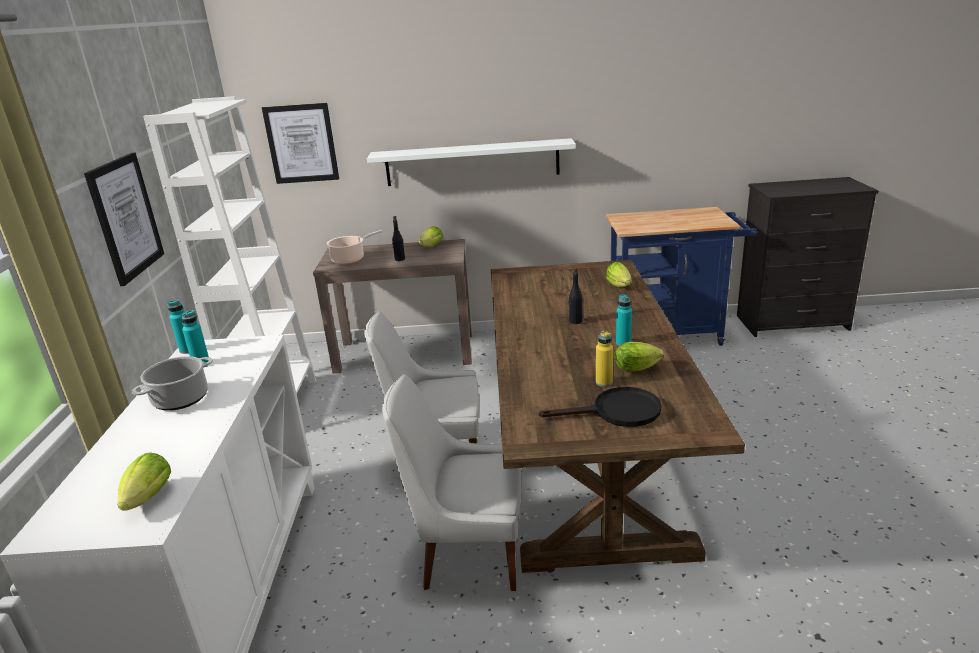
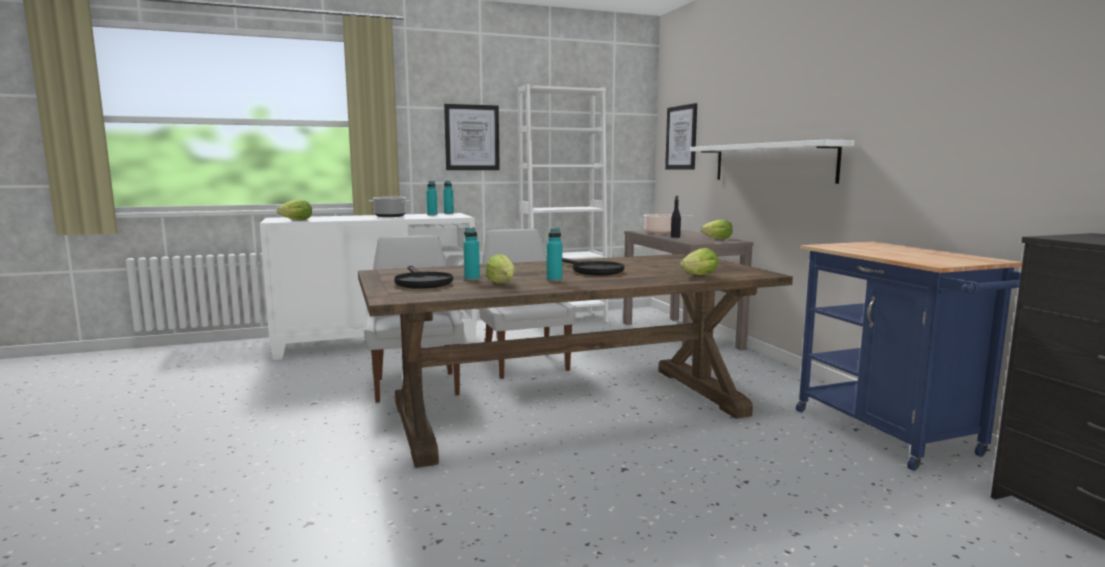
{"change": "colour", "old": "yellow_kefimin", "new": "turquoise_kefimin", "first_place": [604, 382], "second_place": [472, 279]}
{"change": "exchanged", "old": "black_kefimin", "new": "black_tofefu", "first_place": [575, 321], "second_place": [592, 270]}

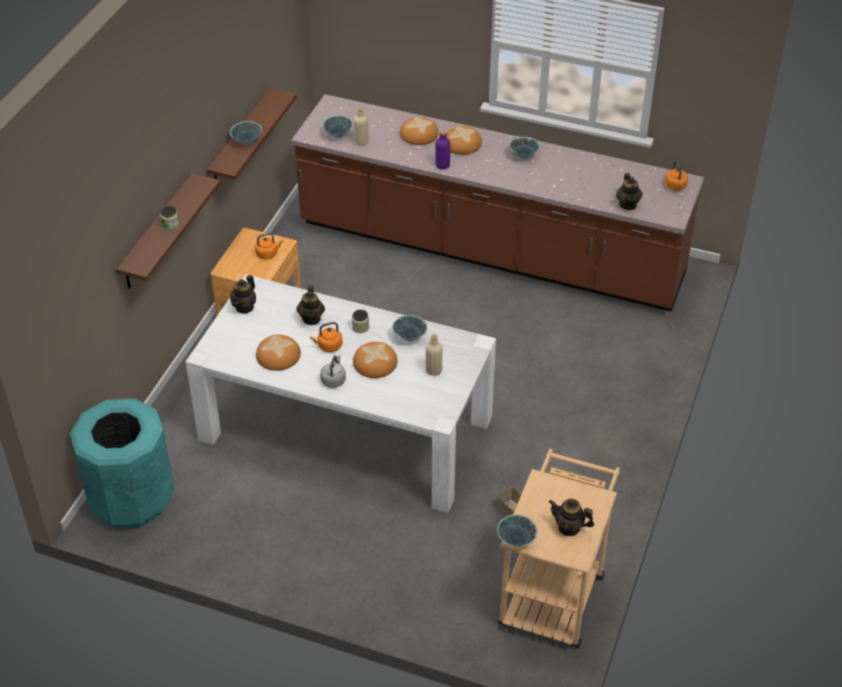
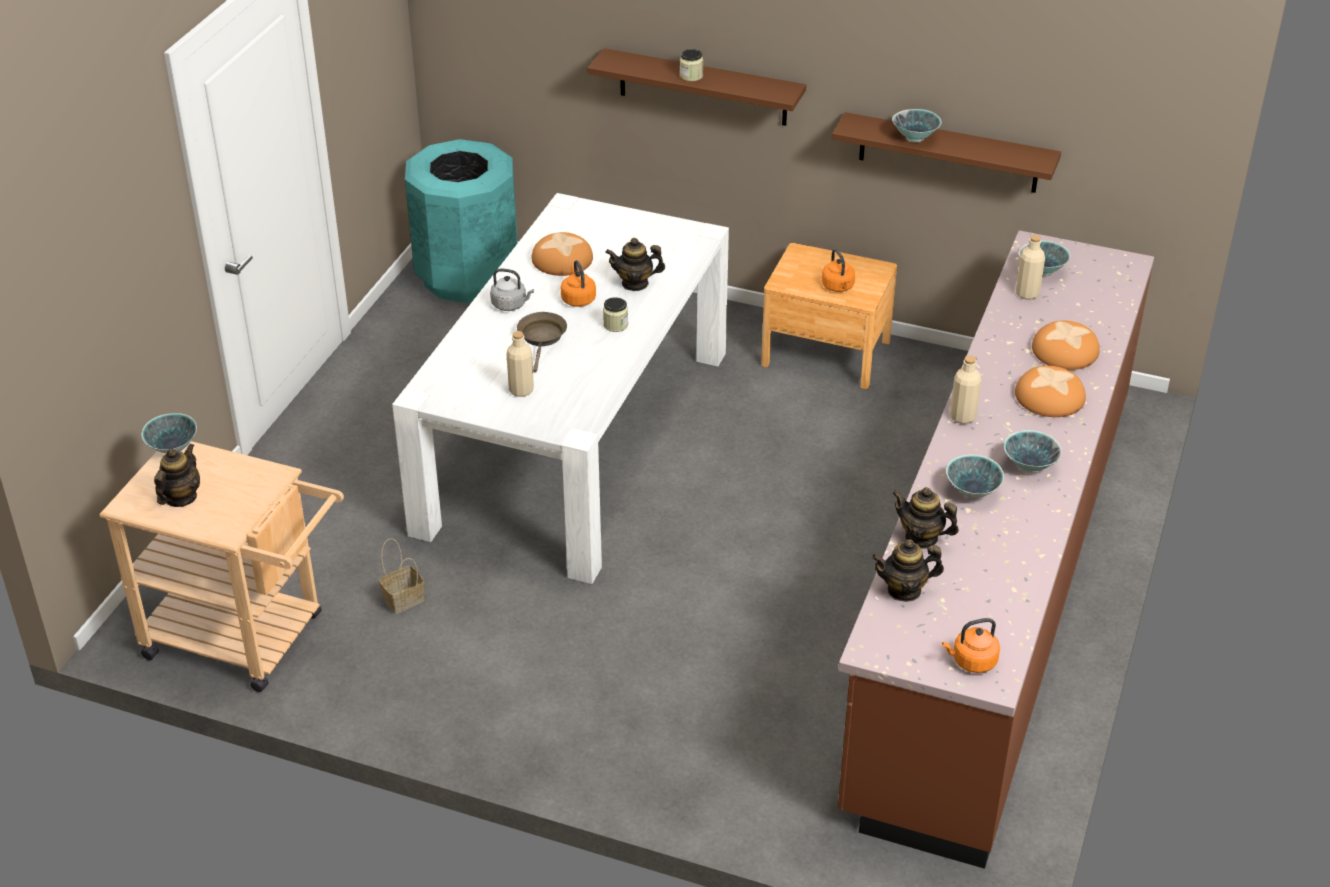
{"change": "exchanged", "old": "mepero", "new": "brown_tofefu", "first_place": [374, 362], "second_place": [542, 338]}
{"change": "relocated", "old": "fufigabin", "first_place": [244, 307], "second_place": [921, 538]}
{"change": "relocated", "old": "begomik", "first_place": [409, 337], "second_place": [972, 491]}
{"change": "appeared", "new": "beige_kefimin", "second_place": [962, 417]}
{"change": "missing", "old": "purple_kefimin", "first_place": [442, 165]}

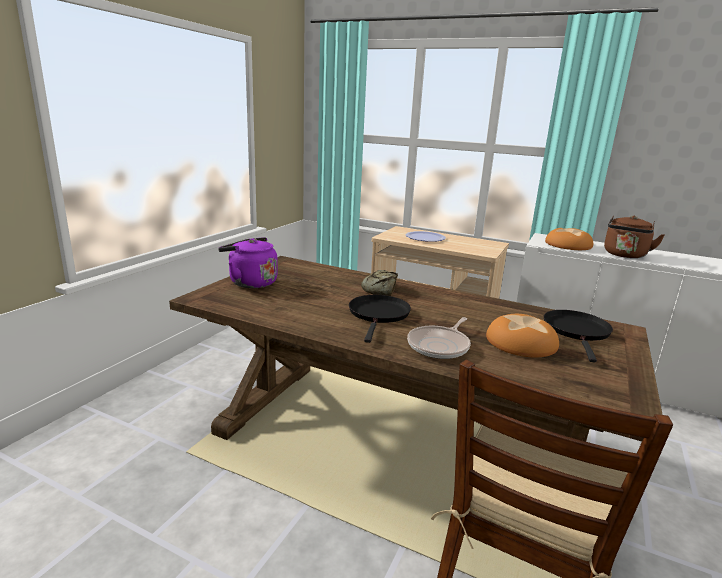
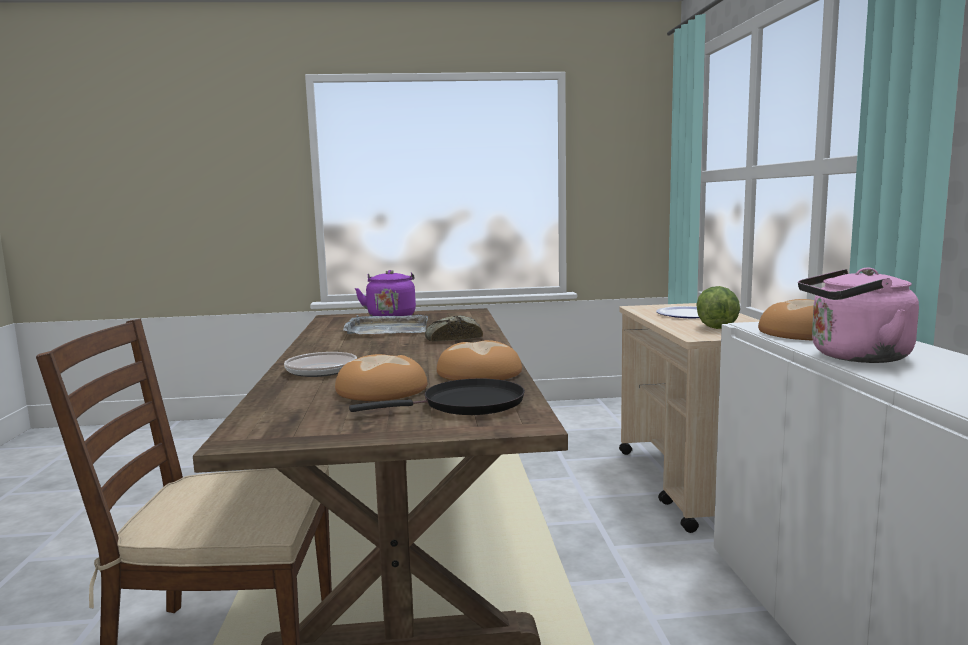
{"change": "appeared", "new": "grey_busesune", "second_place": [386, 329]}
{"change": "appeared", "new": "mepero", "second_place": [480, 373]}
{"change": "appeared", "new": "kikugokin", "second_place": [716, 327]}
{"change": "colour", "old": "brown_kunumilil", "new": "pink_kunumilil", "first_place": [625, 255], "second_place": [854, 357]}
{"change": "missing", "old": "black_tofefu", "first_place": [379, 315]}

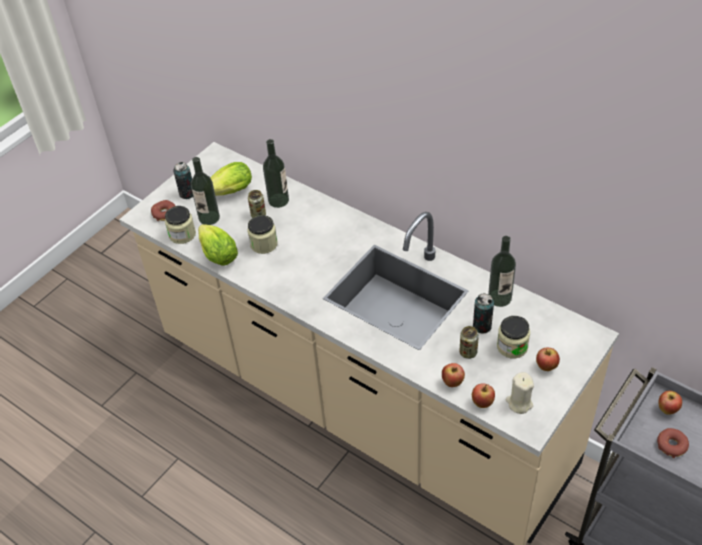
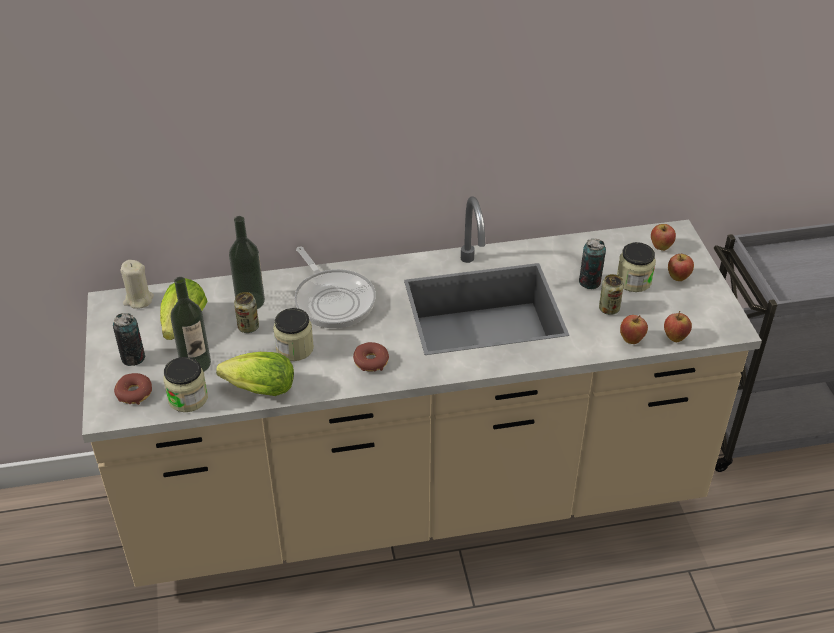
{"change": "relocated", "old": "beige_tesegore", "first_place": [519, 403], "second_place": [138, 300]}
{"change": "appeared", "new": "tofefu", "second_place": [333, 300]}
{"change": "relocated", "old": "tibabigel", "first_place": [671, 445], "second_place": [371, 361]}
{"change": "relocated", "old": "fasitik", "first_place": [667, 410], "second_place": [661, 247]}
{"change": "missing", "old": "kefimin", "first_place": [499, 298]}

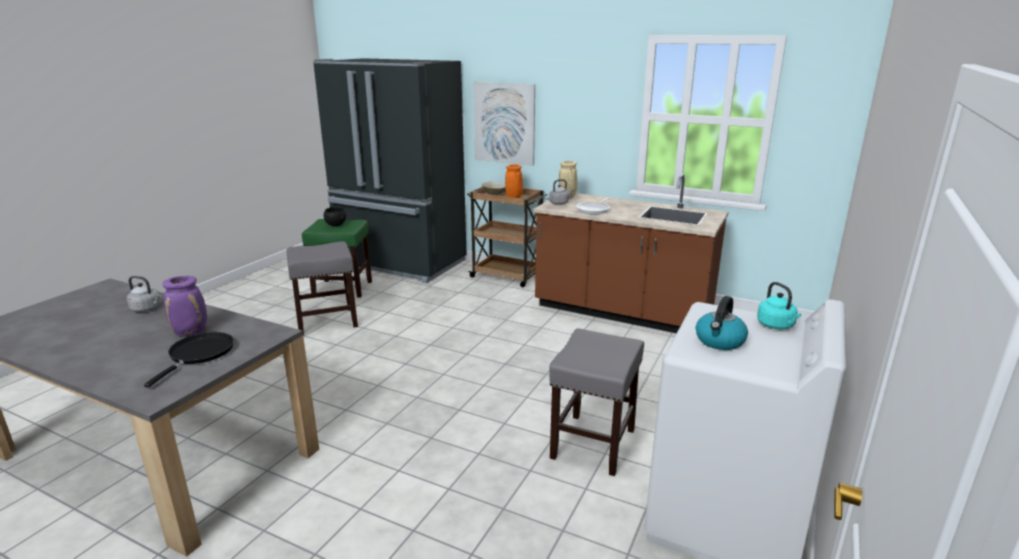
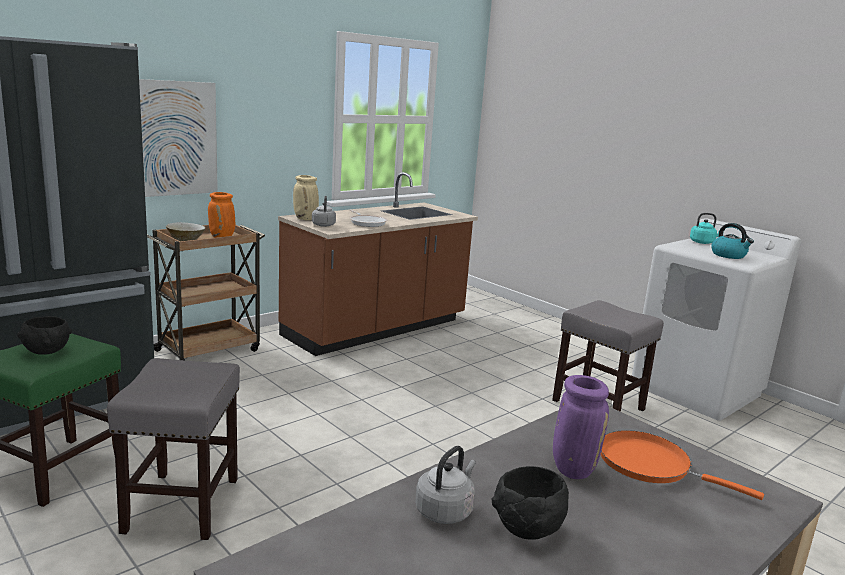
{"change": "appeared", "new": "black_begomik", "second_place": [528, 528]}
{"change": "colour", "old": "black_tofefu", "new": "orange_tofefu", "first_place": [199, 354], "second_place": [650, 465]}

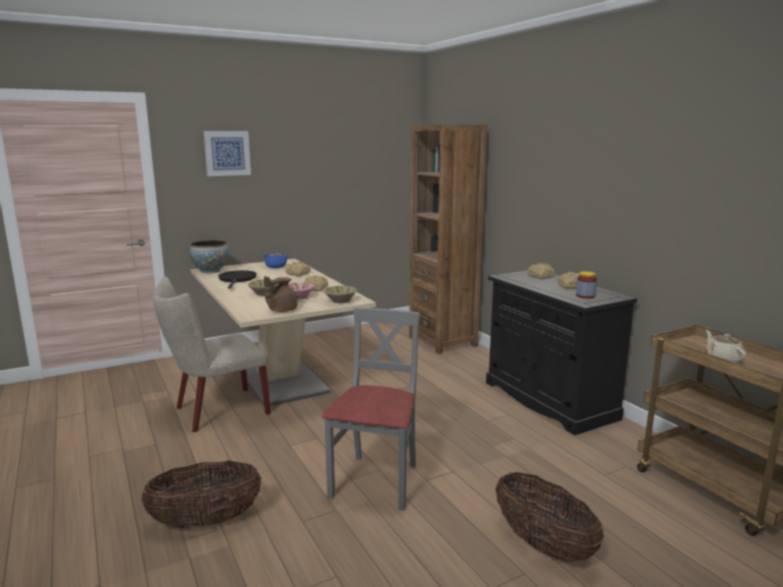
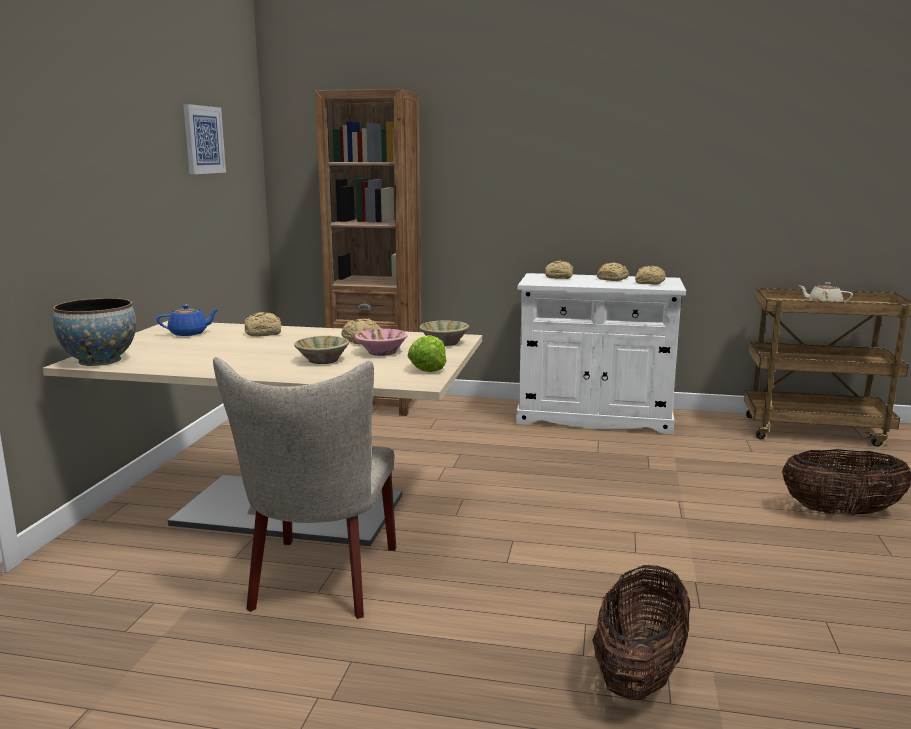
{"change": "relocated", "old": "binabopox", "first_place": [227, 153], "second_place": [203, 140]}
{"change": "exchanged", "old": "brown_fufigabin", "new": "kikugokin", "first_place": [281, 310], "second_place": [427, 368]}
{"change": "colour", "old": "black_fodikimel", "new": "white_fodikimel", "first_place": [548, 400], "second_place": [594, 417]}
{"change": "exchanged", "old": "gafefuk", "new": "mepero", "first_place": [585, 296], "second_place": [649, 283]}
{"change": "missing", "old": "black_tofefu", "first_place": [237, 279]}
{"change": "missing", "old": "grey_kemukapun", "first_place": [376, 481]}

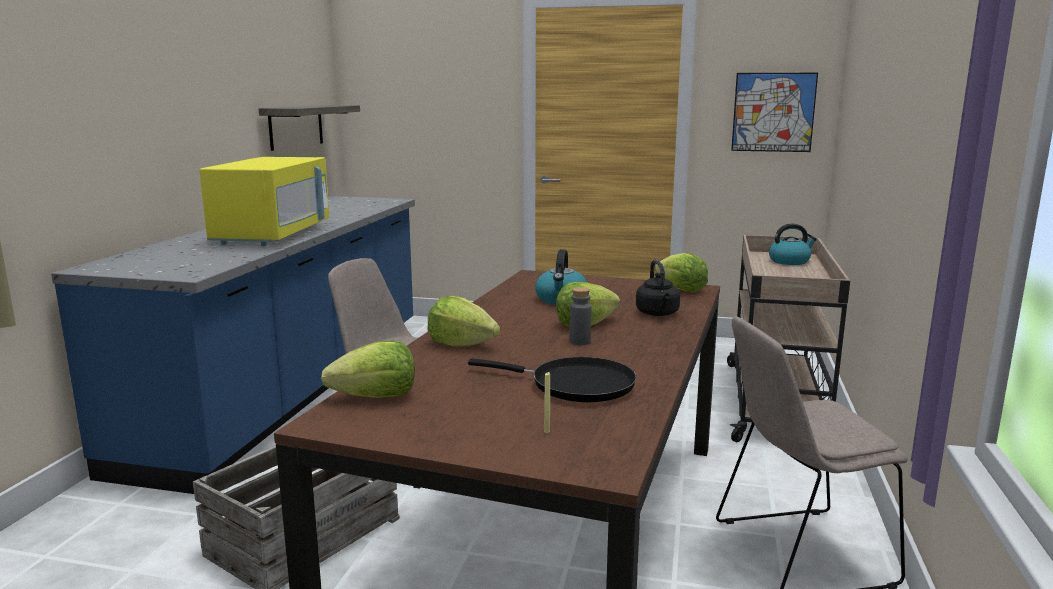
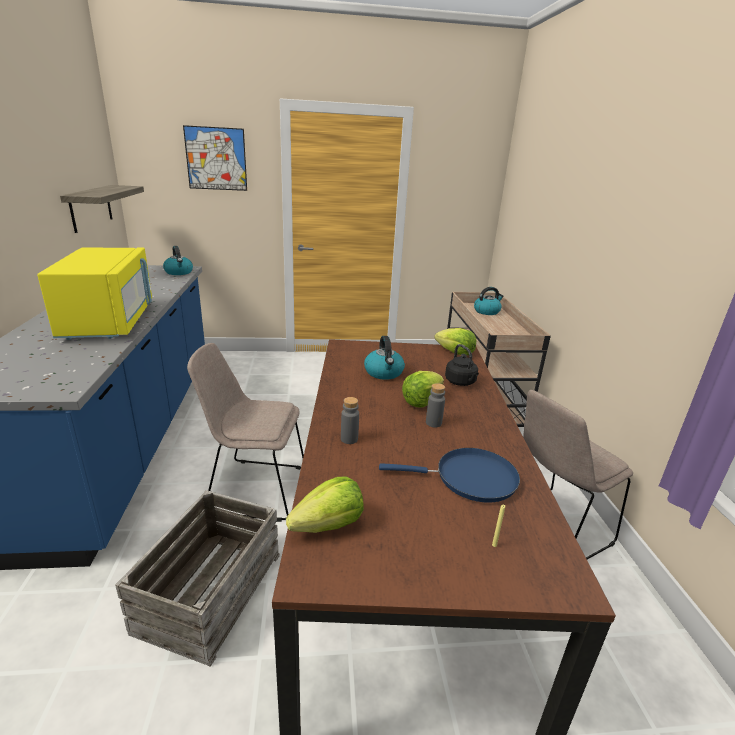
{"change": "appeared", "new": "kunumilil", "second_place": [179, 272]}
{"change": "relocated", "old": "binabopox", "first_place": [773, 112], "second_place": [216, 159]}
{"change": "exchanged", "old": "kikugokin", "new": "grey_kefimin", "first_place": [461, 344], "second_place": [349, 439]}
{"change": "colour", "old": "black_tofefu", "new": "blue_tofefu", "first_place": [575, 385], "second_place": [469, 478]}

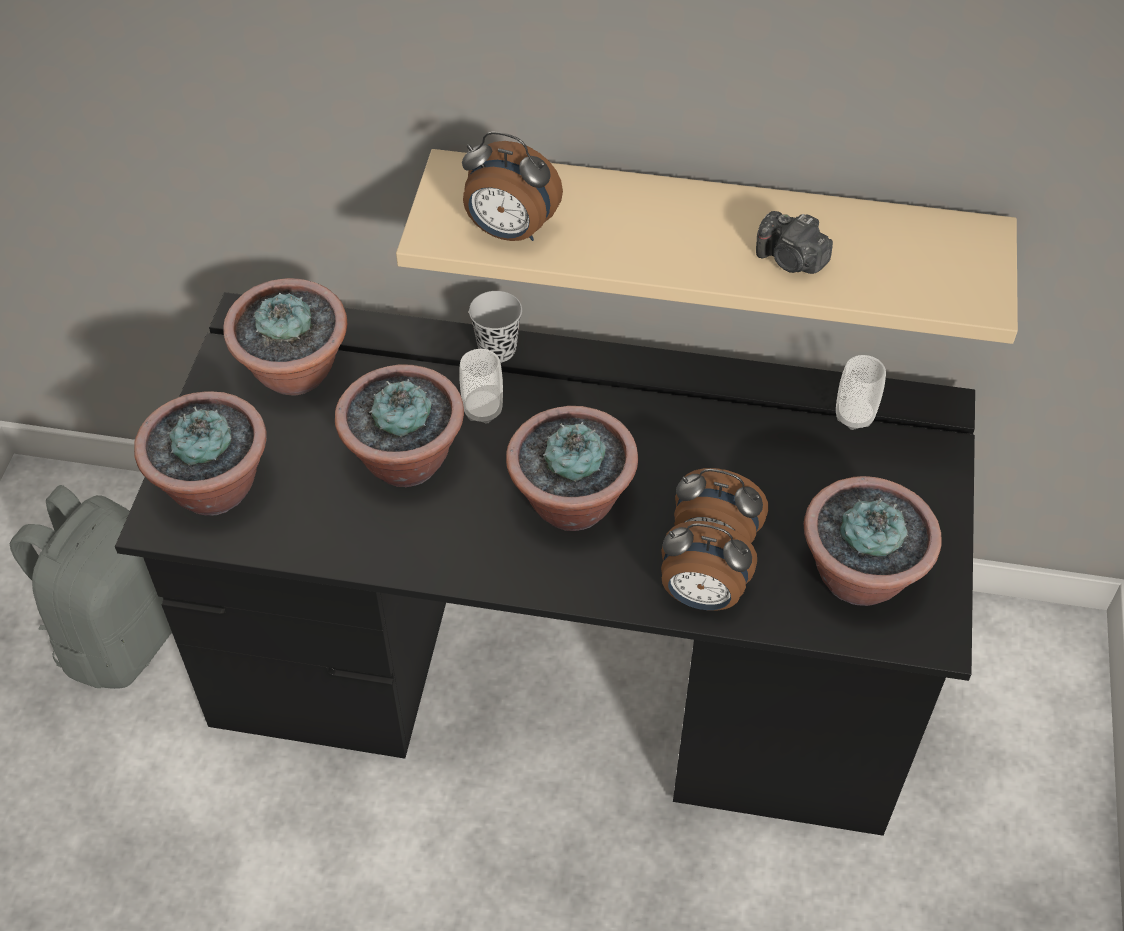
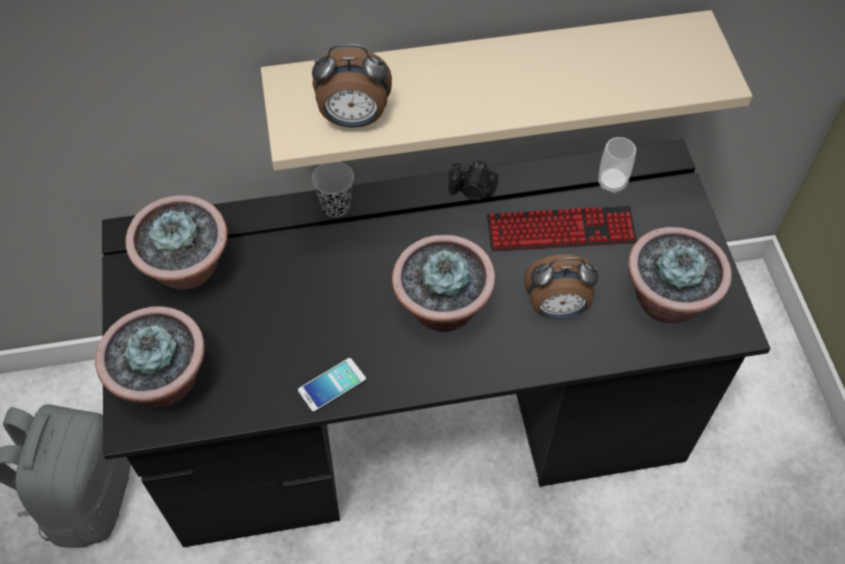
{"change": "appeared", "new": "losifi", "second_place": [332, 385]}
{"change": "relocated", "old": "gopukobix", "first_place": [791, 260], "second_place": [472, 190]}
{"change": "appeared", "new": "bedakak", "second_place": [560, 230]}
{"change": "missing", "old": "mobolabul", "first_place": [405, 460]}
{"change": "missing", "old": "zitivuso", "first_place": [483, 410]}
{"change": "missing", "old": "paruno", "first_place": [701, 596]}

